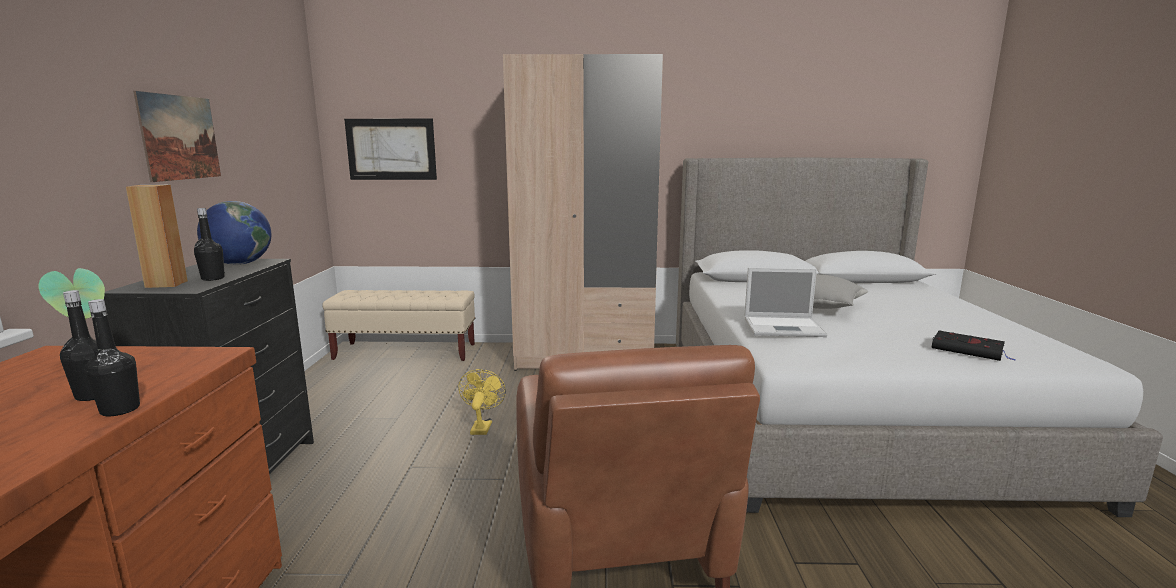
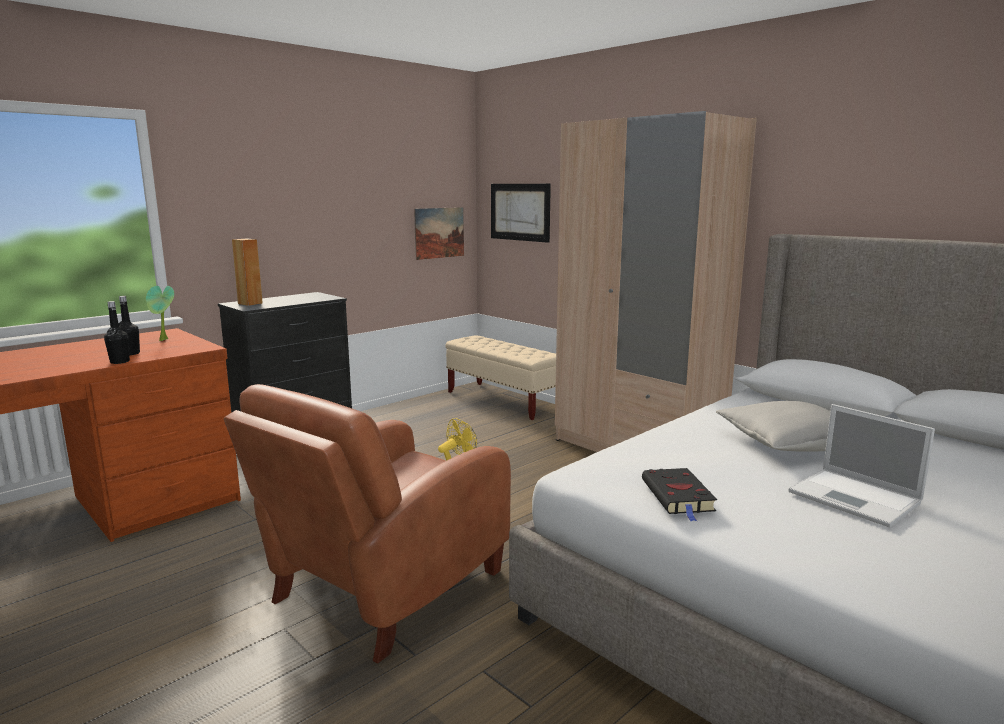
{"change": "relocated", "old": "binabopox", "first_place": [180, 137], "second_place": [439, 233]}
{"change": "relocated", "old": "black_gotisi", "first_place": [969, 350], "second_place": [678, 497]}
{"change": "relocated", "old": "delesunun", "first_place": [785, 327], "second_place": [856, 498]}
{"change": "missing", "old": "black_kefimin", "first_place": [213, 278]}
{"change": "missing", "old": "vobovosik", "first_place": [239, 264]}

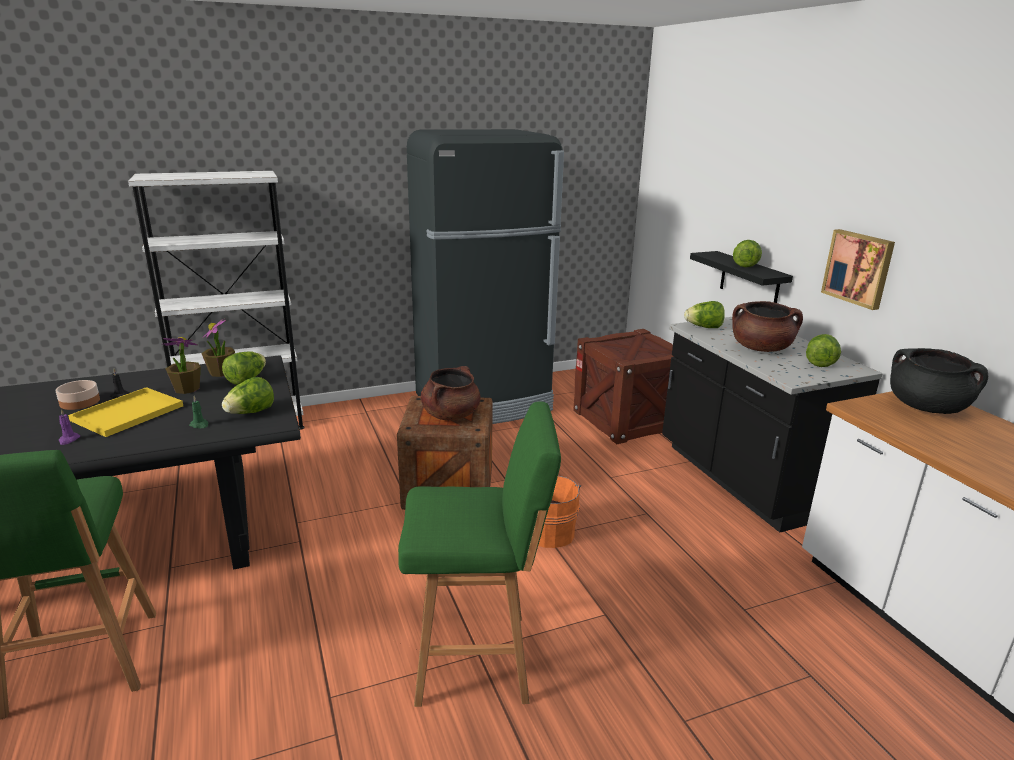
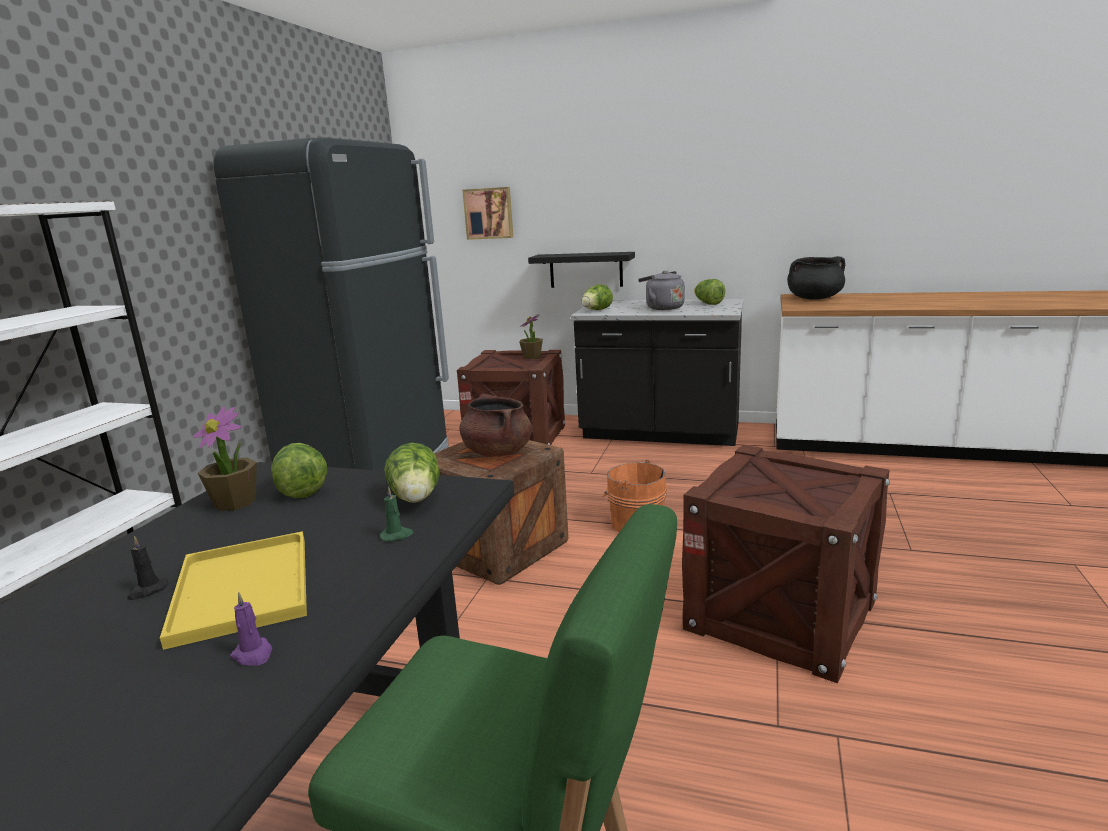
{"change": "relocated", "old": "binabopox", "first_place": [858, 268], "second_place": [489, 213]}
{"change": "relocated", "old": "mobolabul", "first_place": [186, 389], "second_place": [532, 357]}
{"change": "exchanged", "old": "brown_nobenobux", "new": "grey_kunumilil", "first_place": [761, 348], "second_place": [662, 308]}
{"change": "exchanged", "old": "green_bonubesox", "new": "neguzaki", "first_place": [478, 658], "second_place": [780, 614]}
{"change": "missing", "old": "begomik", "first_place": [80, 402]}
{"change": "missing", "old": "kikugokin", "first_place": [745, 265]}

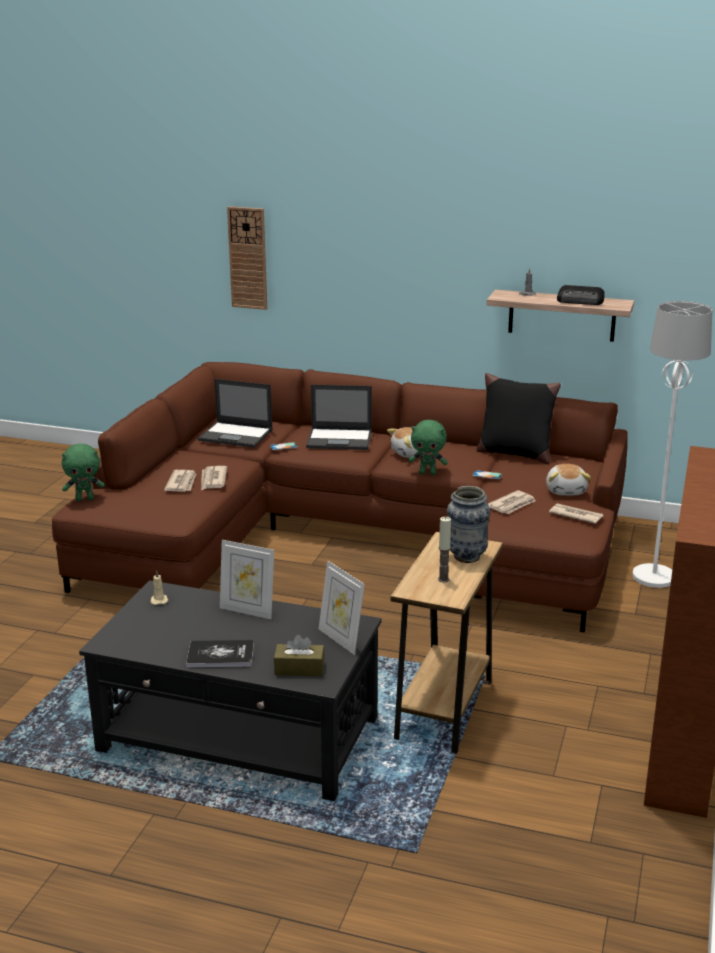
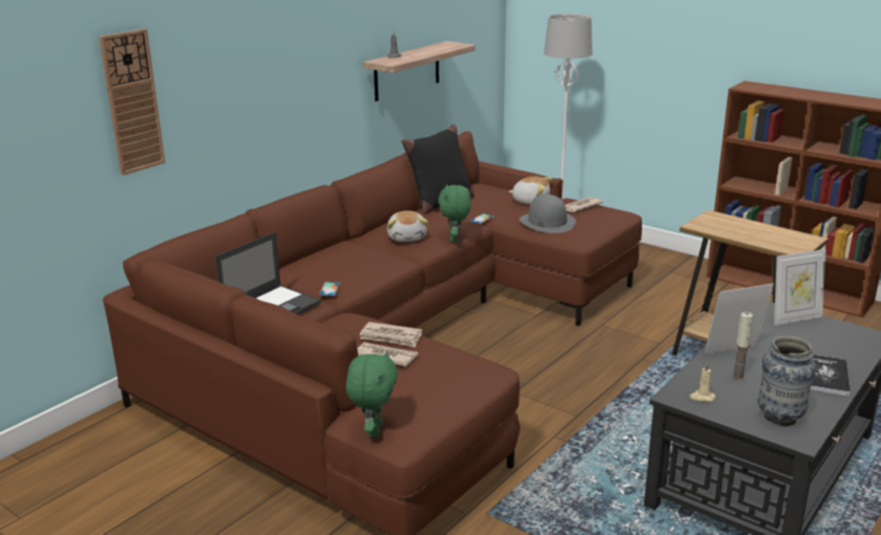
{"change": "spun", "old": "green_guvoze", "first_place": [428, 473], "second_place": [455, 239], "degrees": 150}
{"change": "exchanged", "old": "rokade", "new": "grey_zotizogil", "first_place": [512, 505], "second_place": [547, 222]}
{"change": "spun", "old": "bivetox", "first_place": [248, 610], "second_place": [733, 352], "degrees": -150}
{"change": "relocated", "old": "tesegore", "first_place": [443, 579], "second_place": [738, 377]}
{"change": "relocated", "old": "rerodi", "first_place": [466, 557], "second_place": [780, 418]}
{"change": "missing", "old": "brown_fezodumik", "first_place": [299, 669]}
{"change": "missing", "old": "delesunun", "first_place": [340, 439]}
{"change": "missing", "old": "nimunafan", "first_place": [581, 300]}

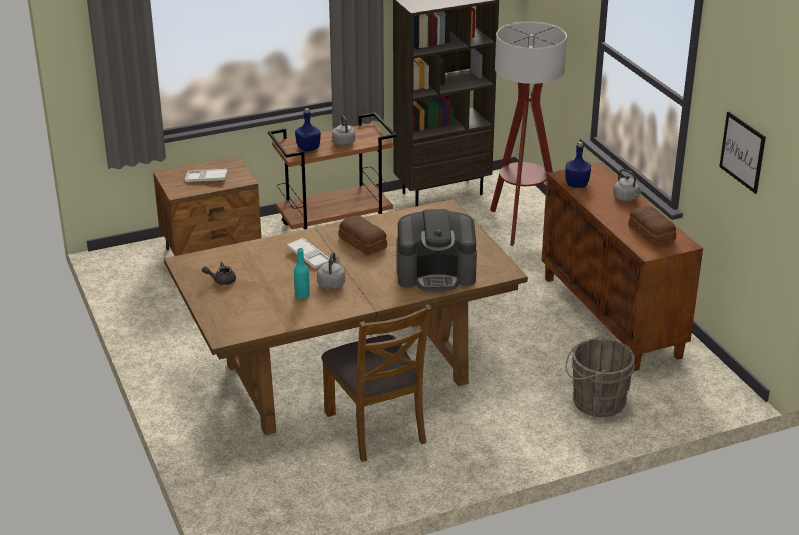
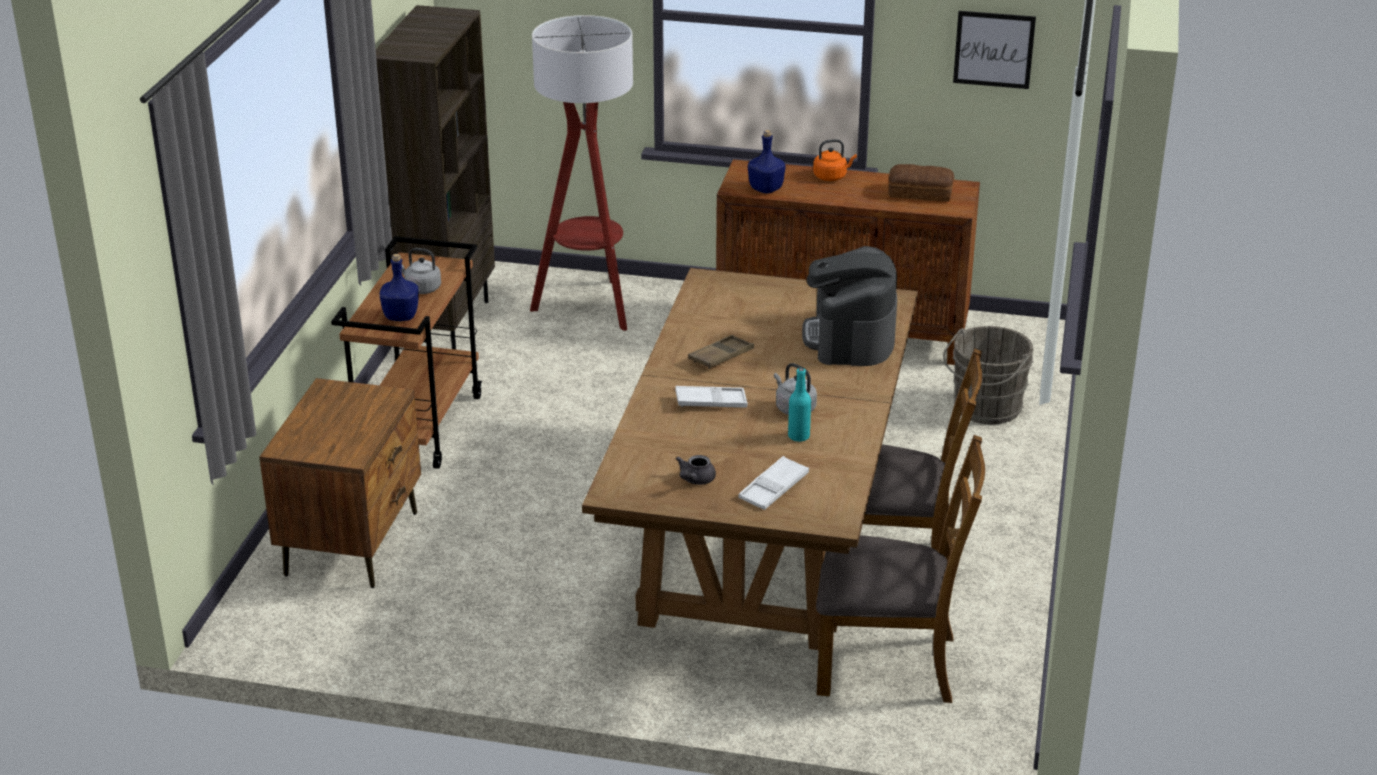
{"change": "exchanged", "old": "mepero", "new": "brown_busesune", "first_place": [363, 242], "second_place": [721, 356]}
{"change": "relocated", "old": "white_busesune", "first_place": [206, 179], "second_place": [774, 488]}
{"change": "spun", "old": "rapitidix", "first_place": [436, 274], "second_place": [850, 338], "degrees": 150}
{"change": "colour", "old": "grey_kunumilil", "new": "orange_kunumilil", "first_place": [627, 198], "second_place": [831, 177]}
{"change": "appeared", "new": "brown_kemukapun", "second_place": [888, 663]}

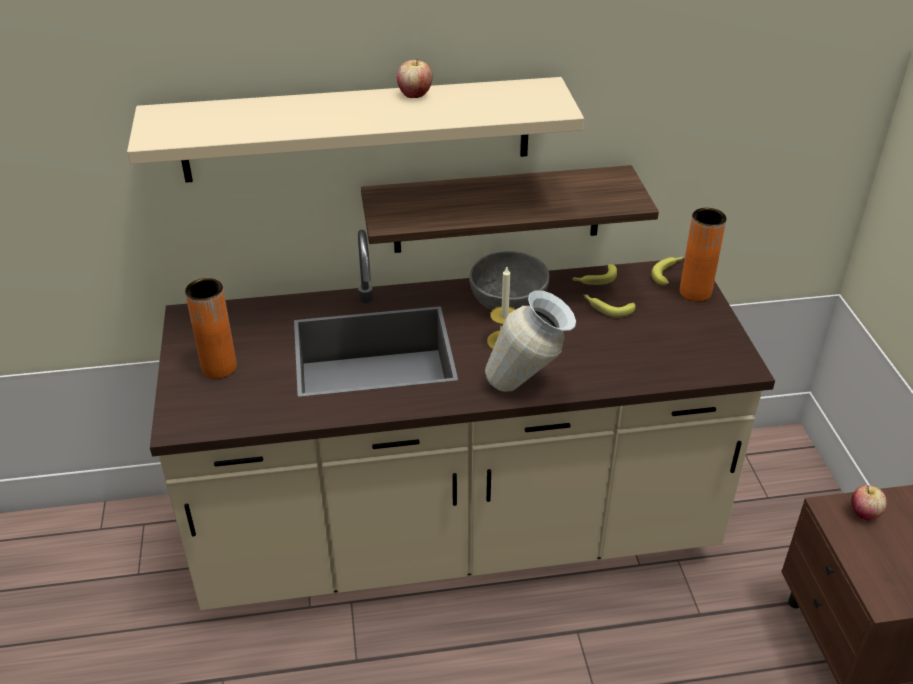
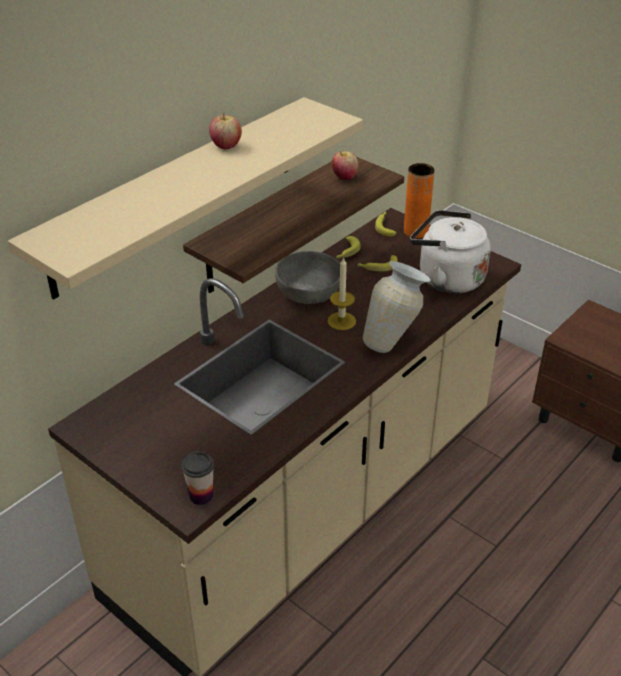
{"change": "appeared", "new": "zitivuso", "second_place": [201, 495]}
{"change": "relocated", "old": "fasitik", "first_place": [864, 513], "second_place": [344, 177]}
{"change": "appeared", "new": "white_kunumilil", "second_place": [446, 278]}
{"change": "missing", "old": "orange_rerodi", "first_place": [219, 367]}

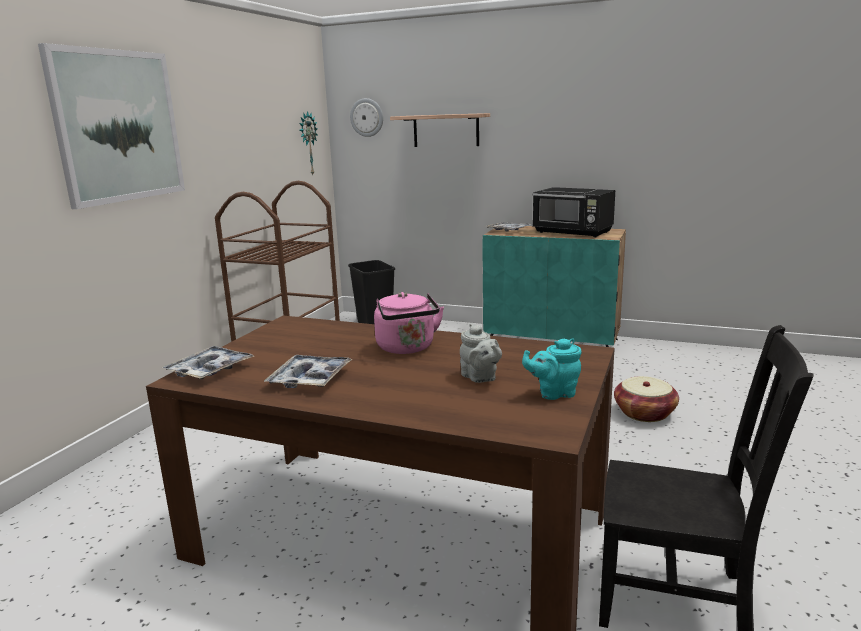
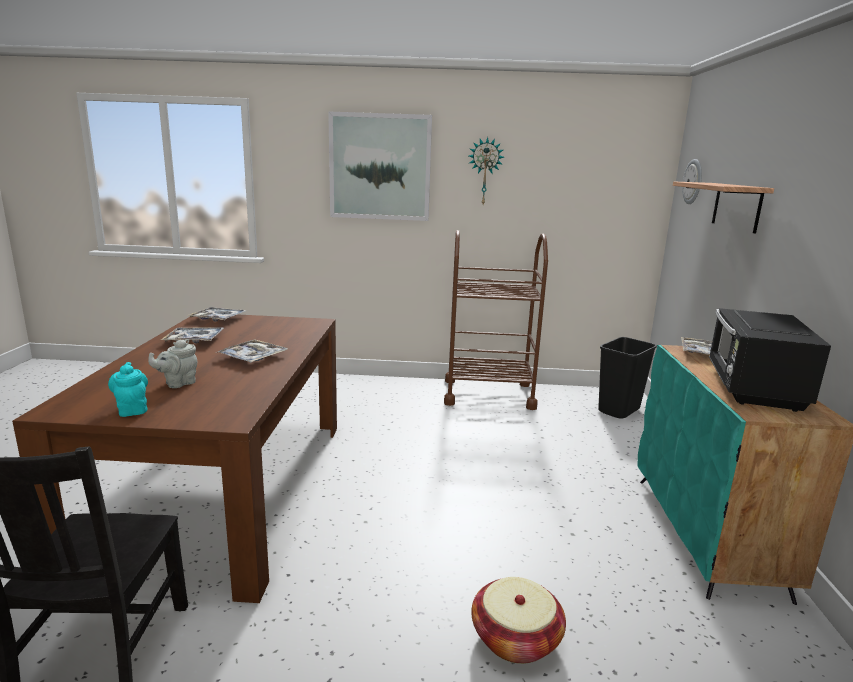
{"change": "exchanged", "old": "pink_kunumilil", "new": "busesune", "first_place": [407, 348], "second_place": [253, 357]}
{"change": "relocated", "old": "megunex", "first_place": [307, 144], "second_place": [485, 172]}

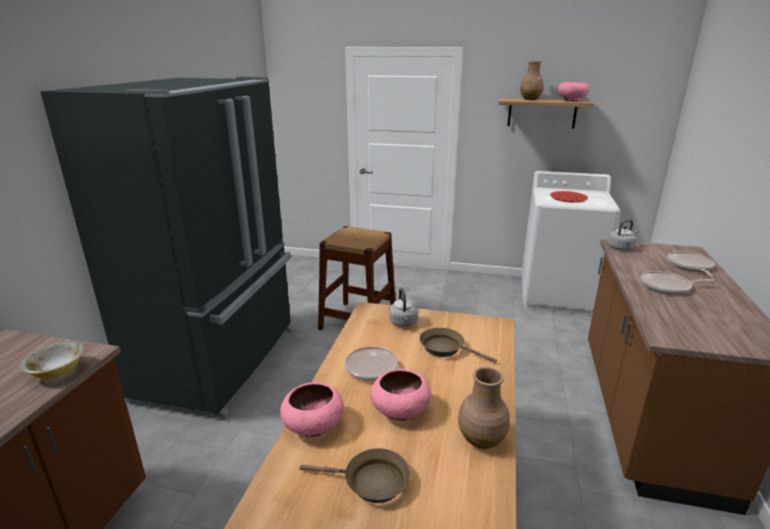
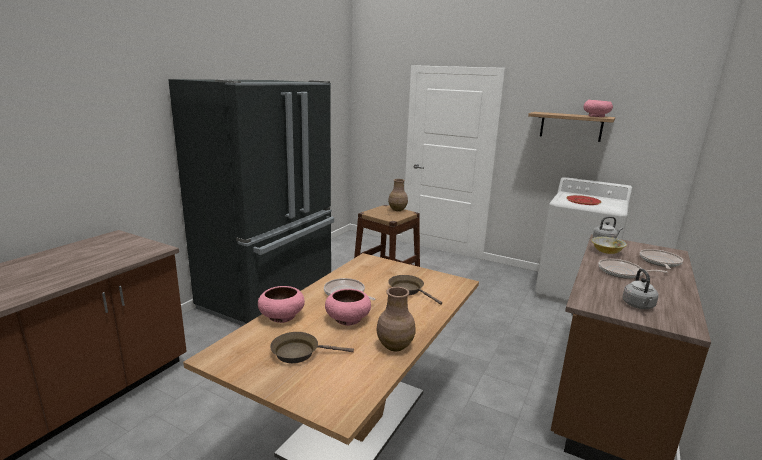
{"change": "spun", "old": "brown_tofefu", "first_place": [371, 482], "second_place": [299, 352], "degrees": 150}
{"change": "relocated", "old": "brown_rerodi", "first_place": [530, 99], "second_place": [397, 209]}
{"change": "relocated", "old": "begomik", "first_place": [58, 371], "second_place": [606, 252]}
{"change": "relocated", "old": "grey_kunumilil", "first_place": [403, 323], "second_place": [638, 306]}

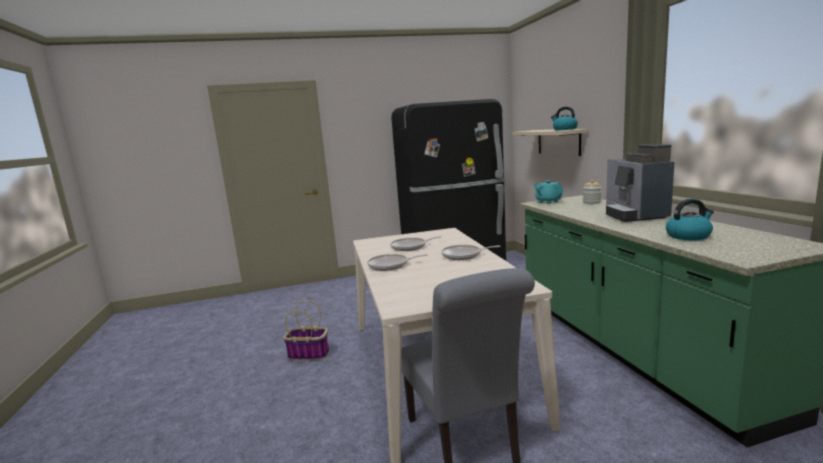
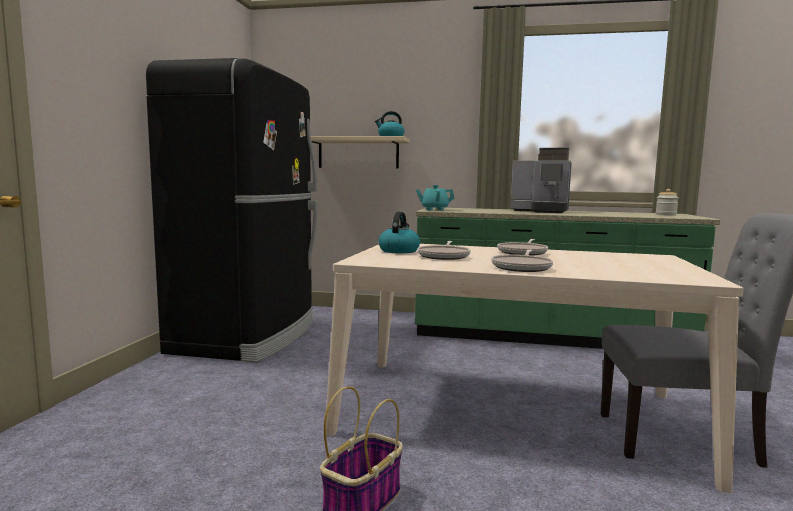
{"change": "relocated", "old": "kunumilil", "first_place": [688, 236], "second_place": [399, 251]}
{"change": "relocated", "old": "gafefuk", "first_place": [591, 202], "second_place": [665, 215]}

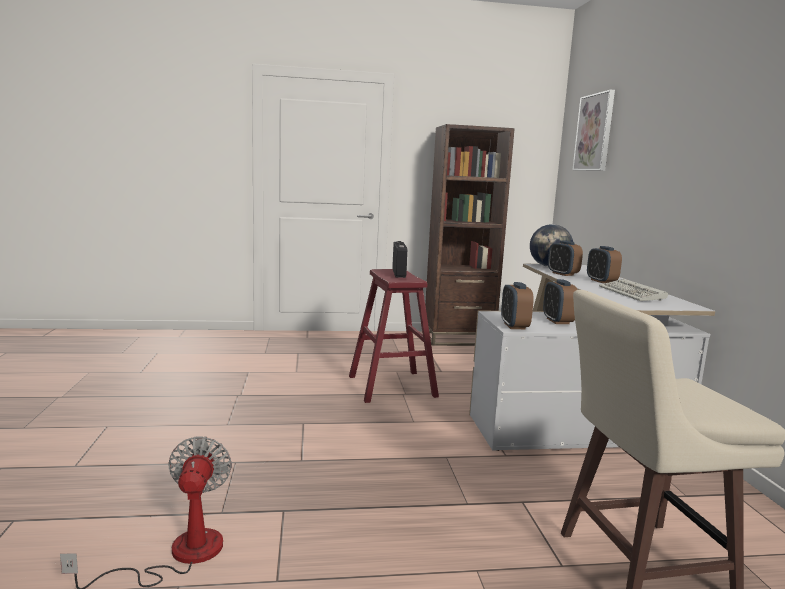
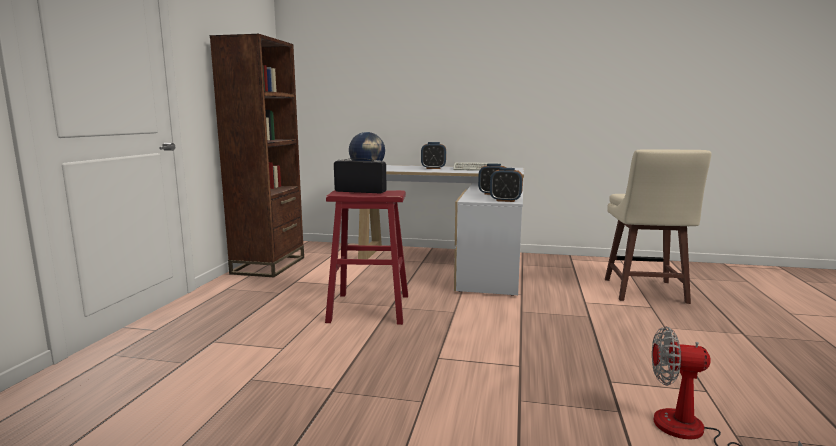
{"change": "missing", "old": "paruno", "first_place": [562, 274]}
{"change": "missing", "old": "binabopox", "first_place": [594, 132]}

